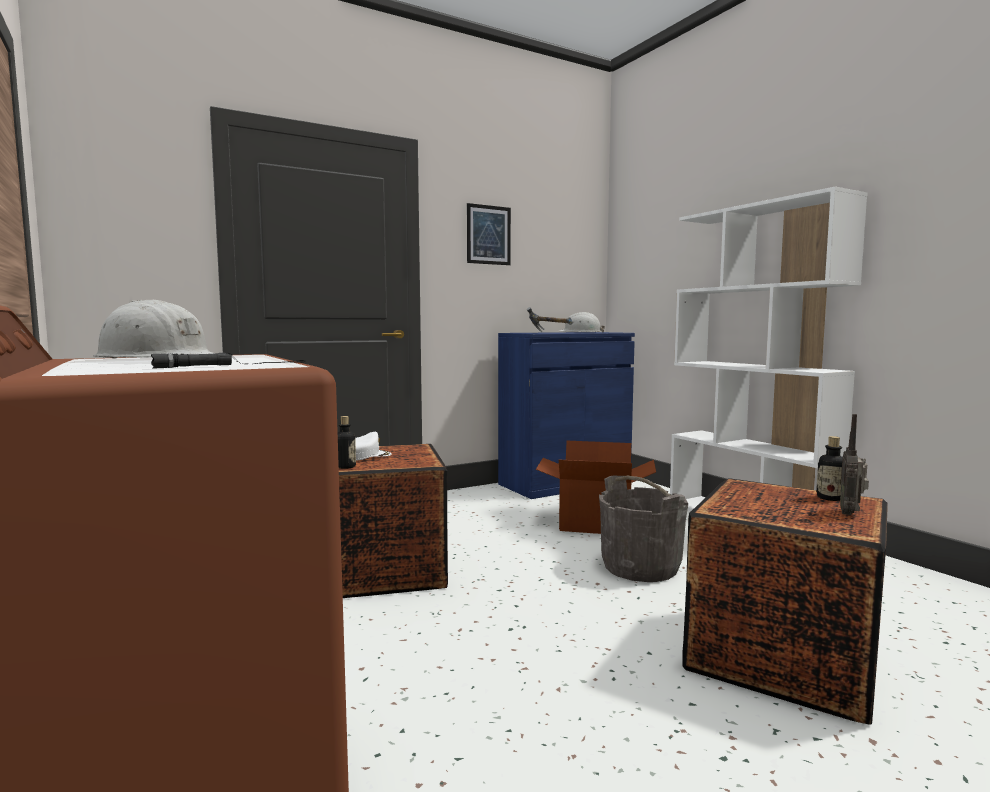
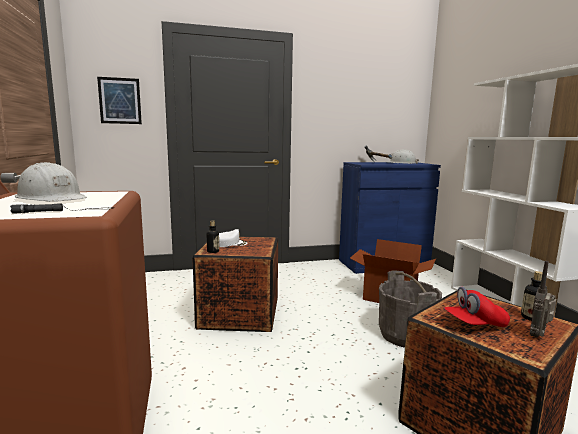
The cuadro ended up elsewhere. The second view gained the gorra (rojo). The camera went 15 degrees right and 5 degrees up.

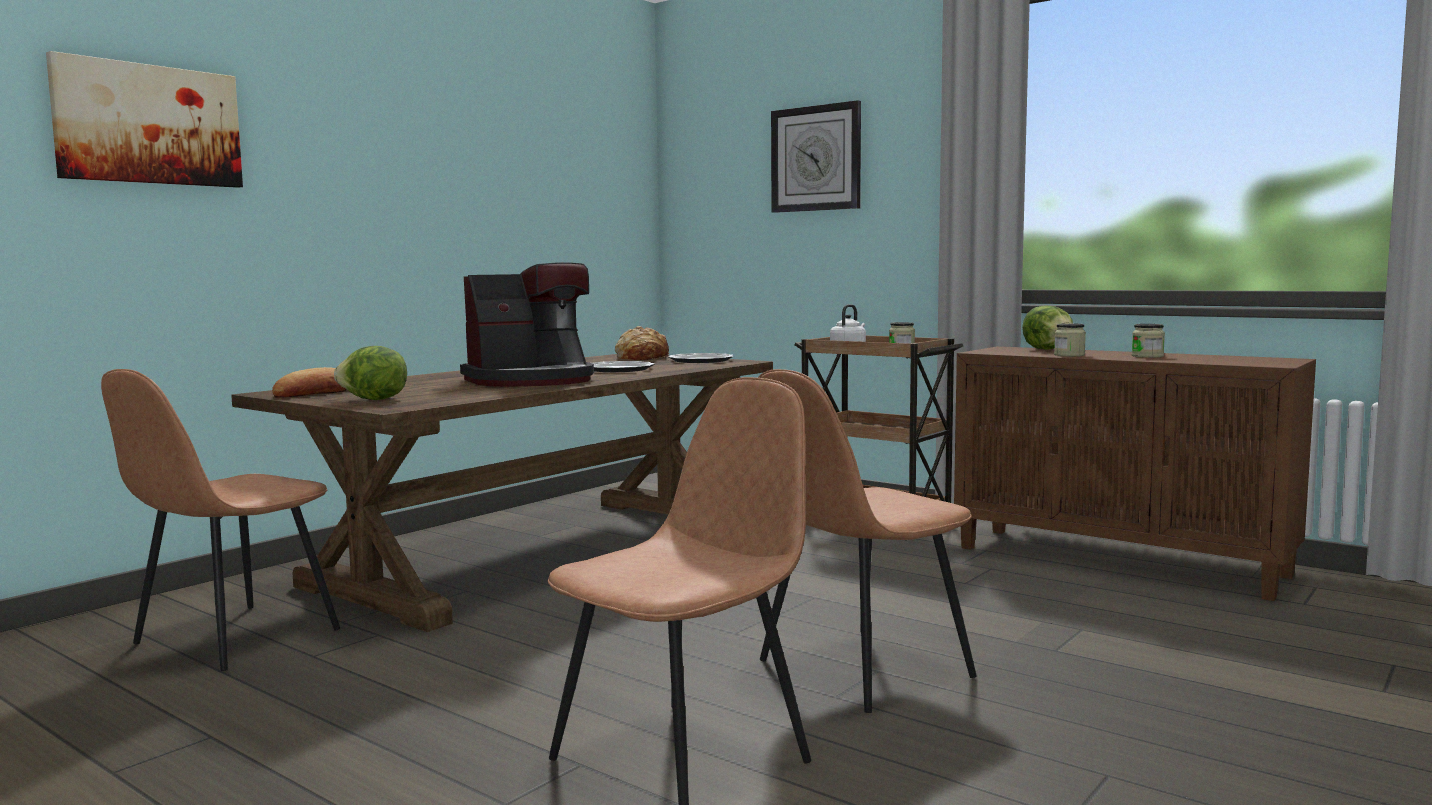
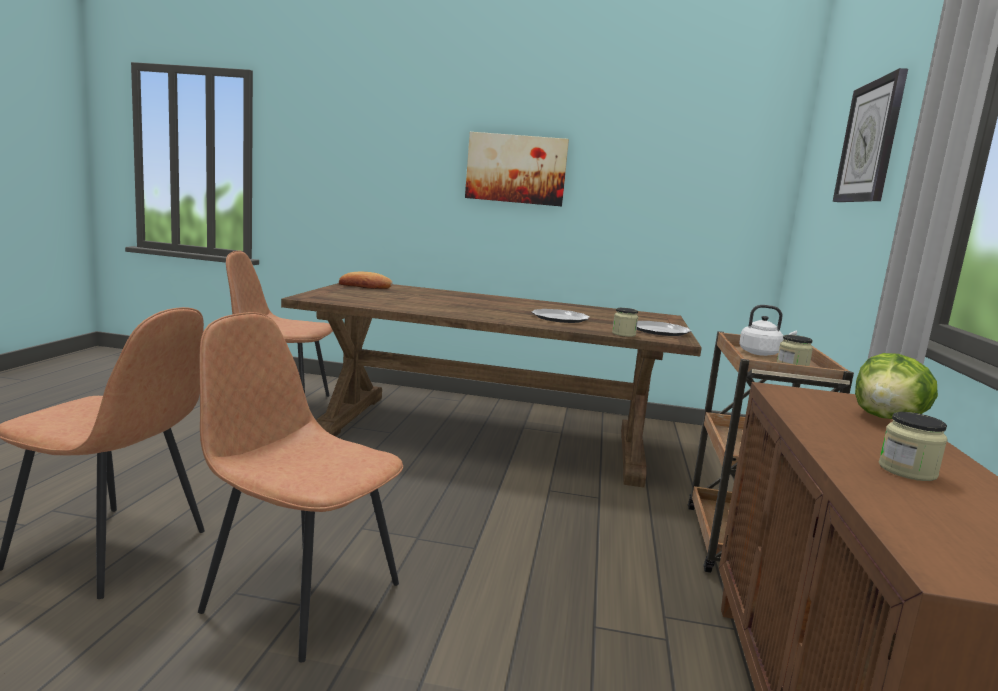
The cuadro ended up elsewhere. The tarro (2nd from left in the first image) ended up elsewhere. The second view lost the lechuga (1st from left). The second view lost the cafetera. The second view lost the pan (2nd from left). The camera went 60 degrees right and 5 degrees up.

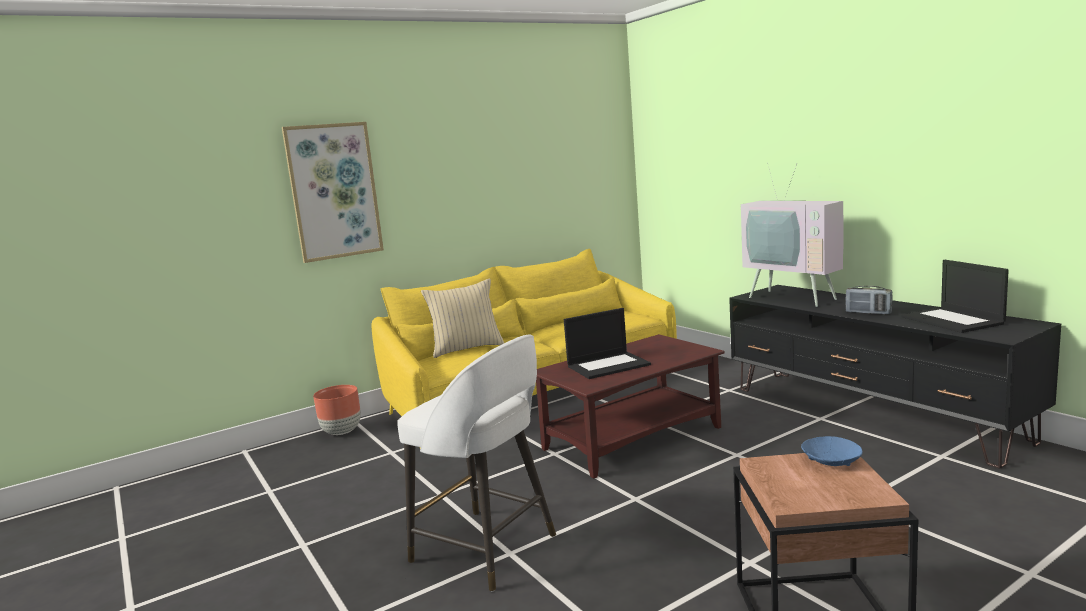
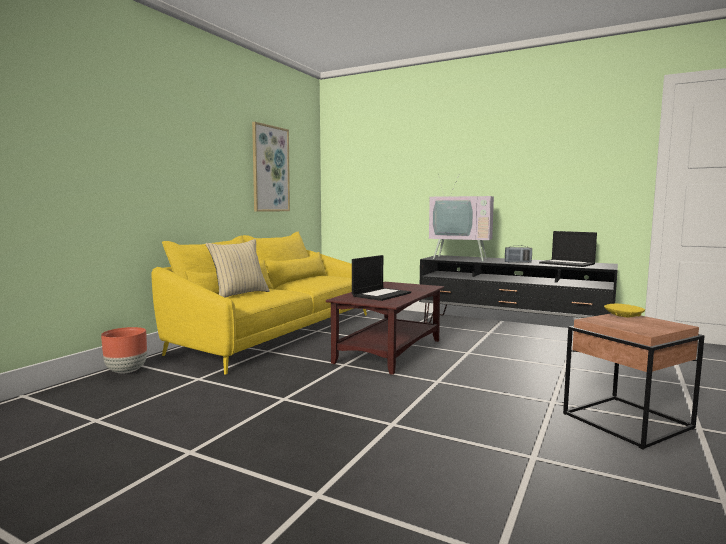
The cuadro ended up elsewhere. What was the cuenco (azul) turned into the cuenco (amarillo). The second view lost the taburete (blanco). The camera went 30 degrees left and 5 degrees down.

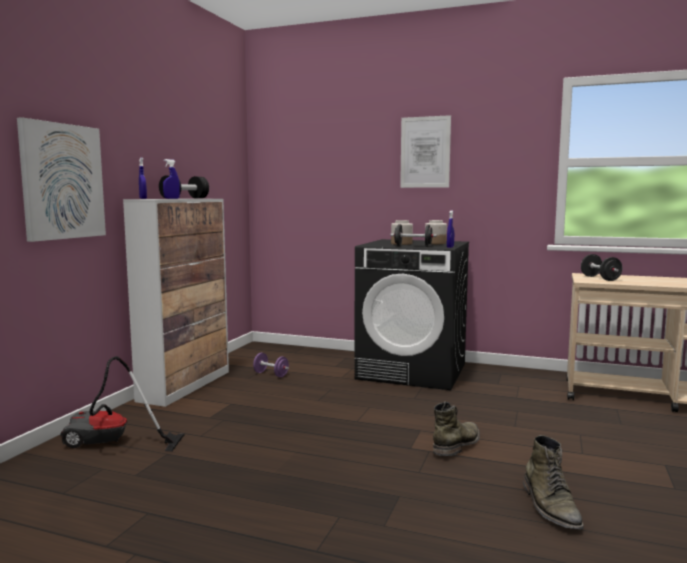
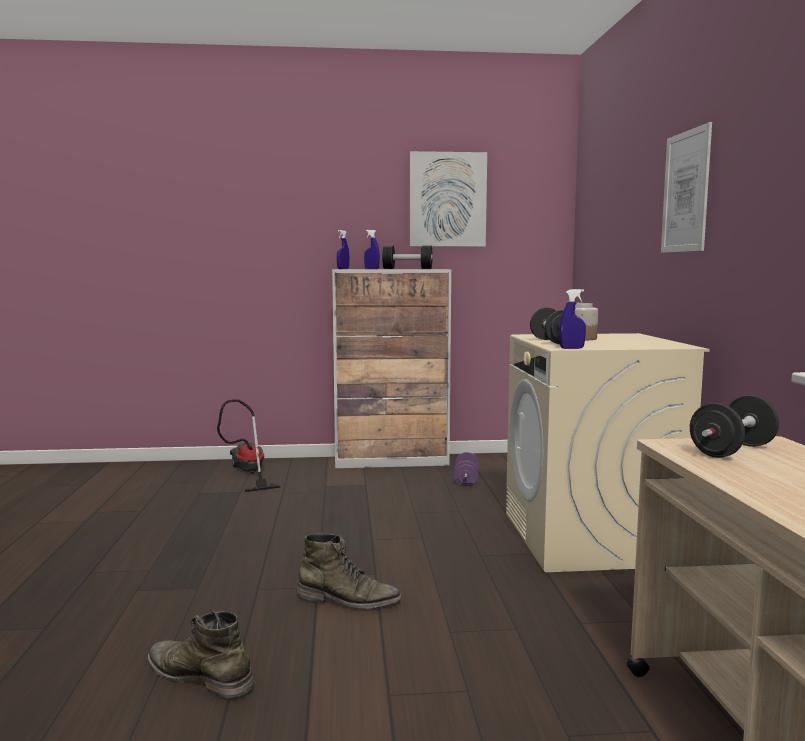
The bota (verde) (2nd from left in the first image) ended up facing another way, 60 degrees clockwise from before. The cuadro (1st from left) ended up elsewhere. What was the lavadora (negro) turned into the lavadora (beis). The second view lost the tarro (2nd from left). The camera went 65 degrees right and 0 degrees up.

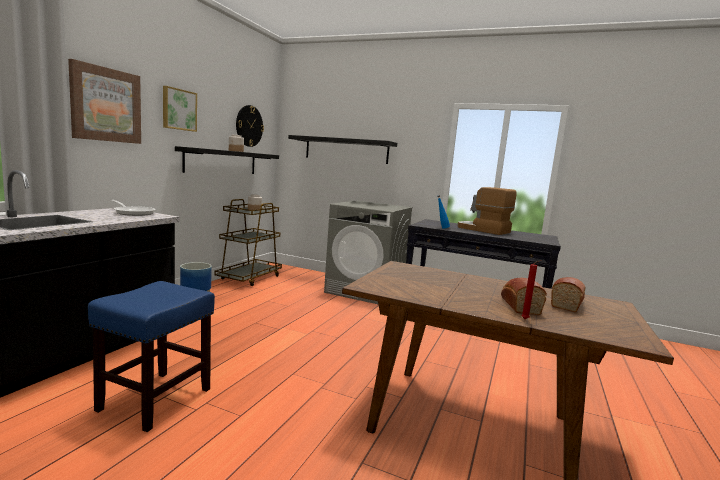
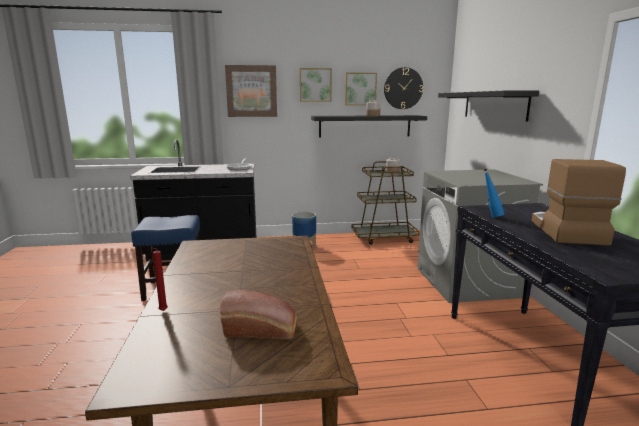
The second view gained the cuadro (3rd from left). The second view lost the pan (1st from left). The camera went 60 degrees right and 5 degrees up.

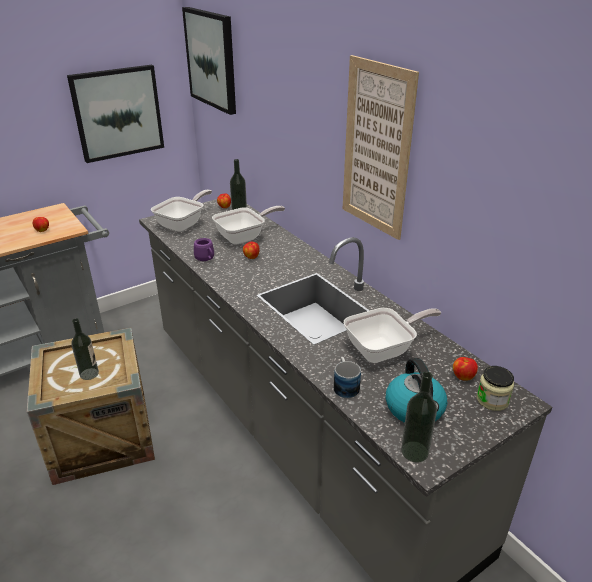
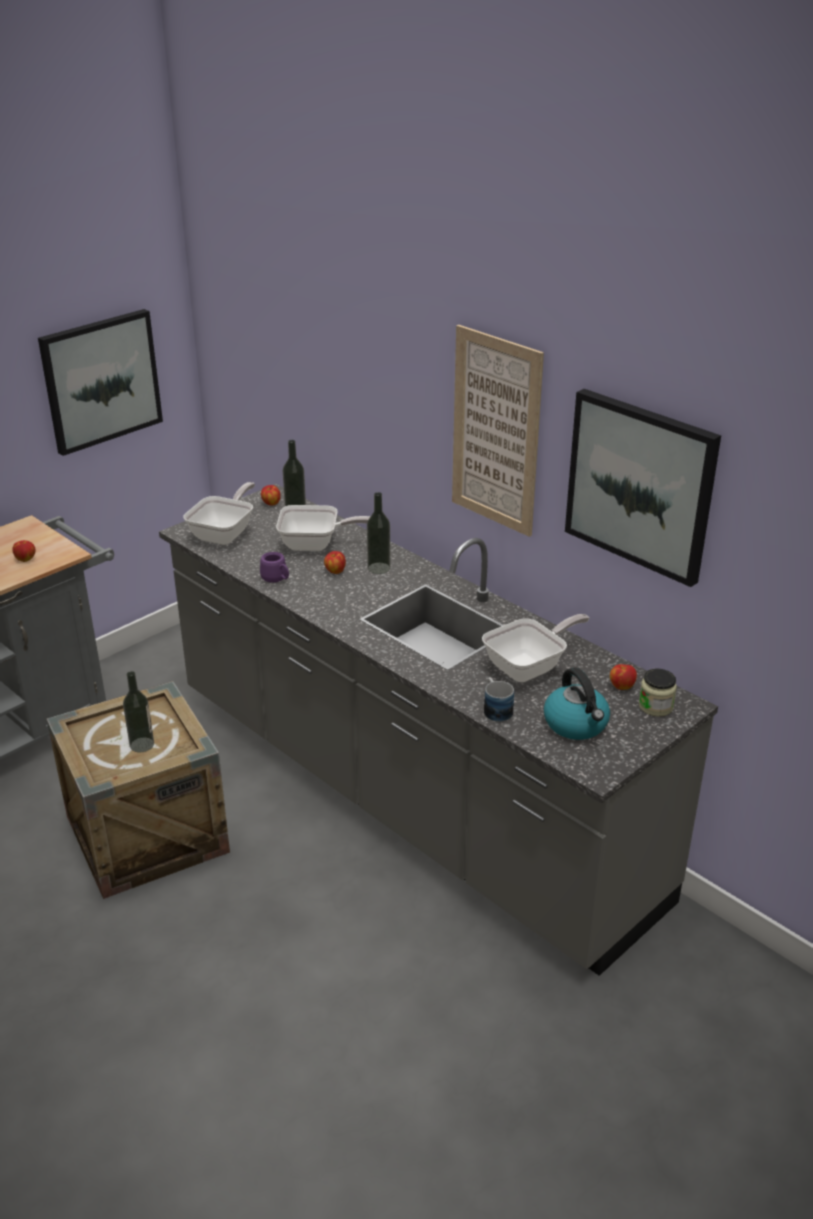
The sartén (2nd from left) ended up facing another way, 45 degrees clockwise from before. The botella (3rd from left) ended up elsewhere. The cuadro (2nd from left in the first image) ended up elsewhere. The camera went 10 degrees left and 0 degrees up.

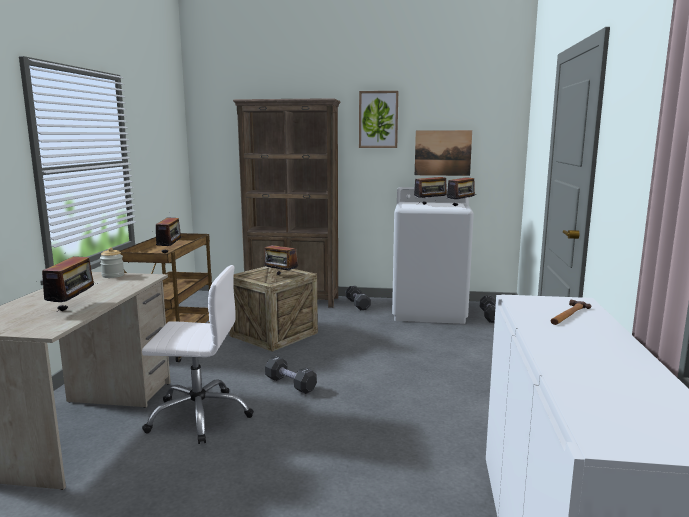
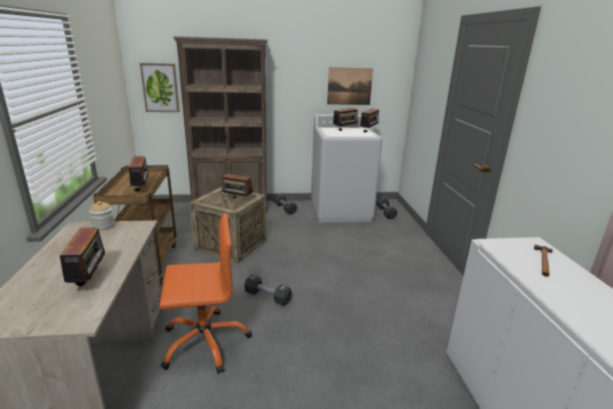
The cuadro (1st from left) ended up elsewhere. What was the silla de oficina (blanco) turned into the silla de oficina (naranja). The camera went 15 degrees left and 10 degrees up.

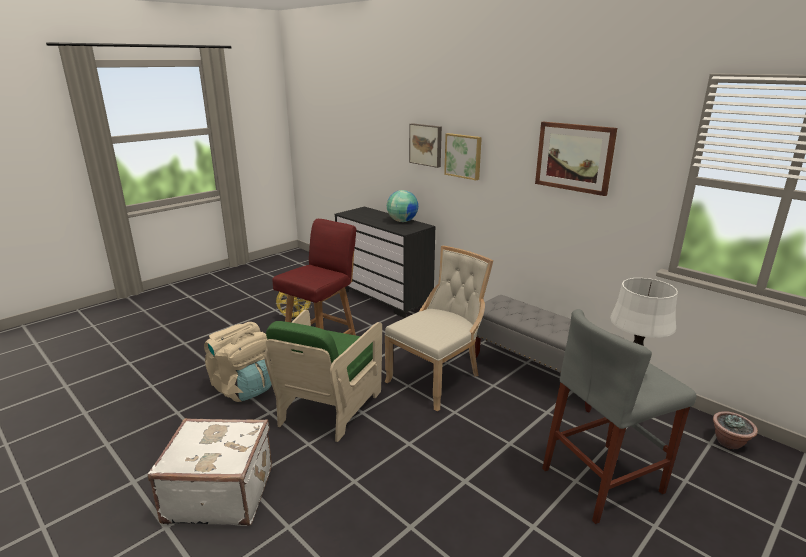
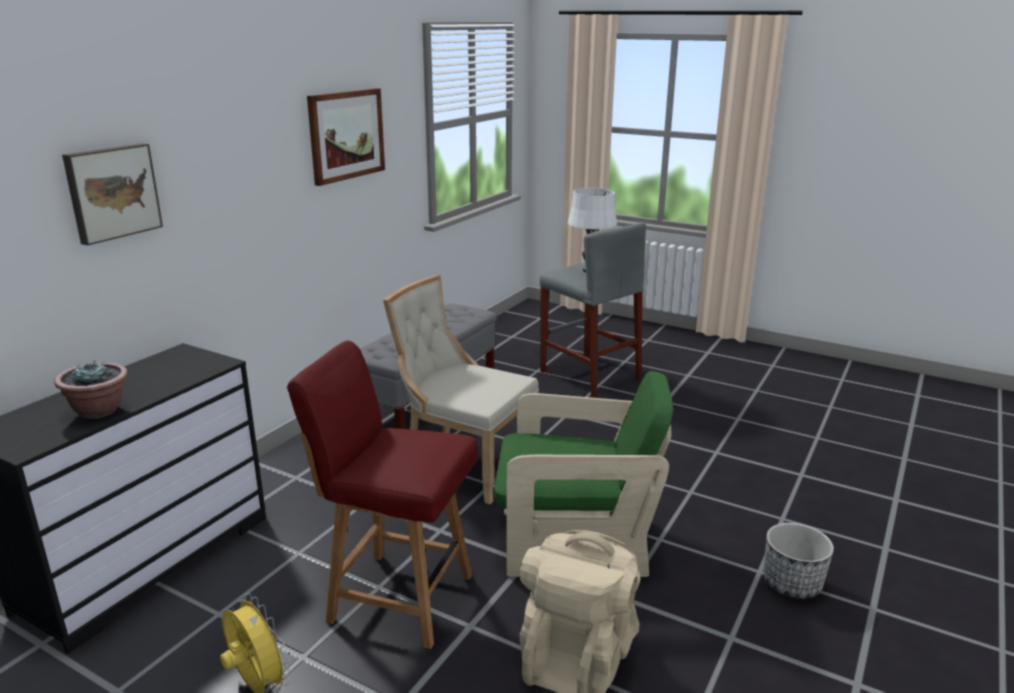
The planta en maceta ended up elsewhere. Where the maleta (blanco) stood, the maceta came to stand. The second view lost the globo terráqueo. The second view lost the cuadro (2nd from left). The camera went 105 degrees left and 0 degrees up.

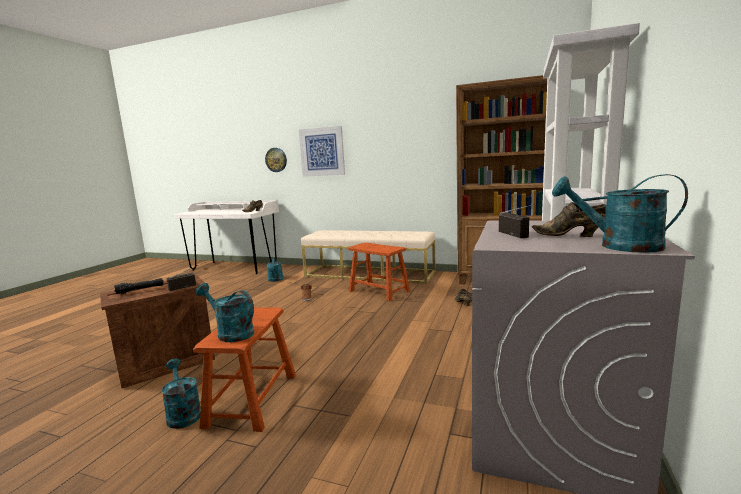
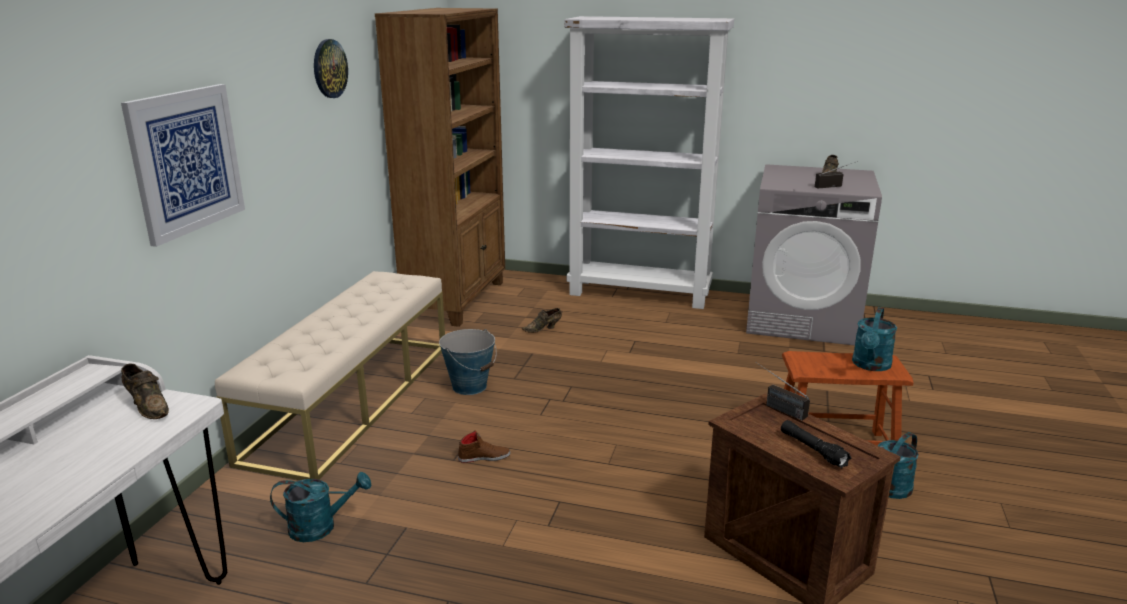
The reloj de pared ended up elsewhere. Where the taburete (marrón) (2nd from left) stood, the cubo came to stand. The second view lost the regadera (turquesa) (4th from left). The camera went 95 degrees left and 10 degrees up.

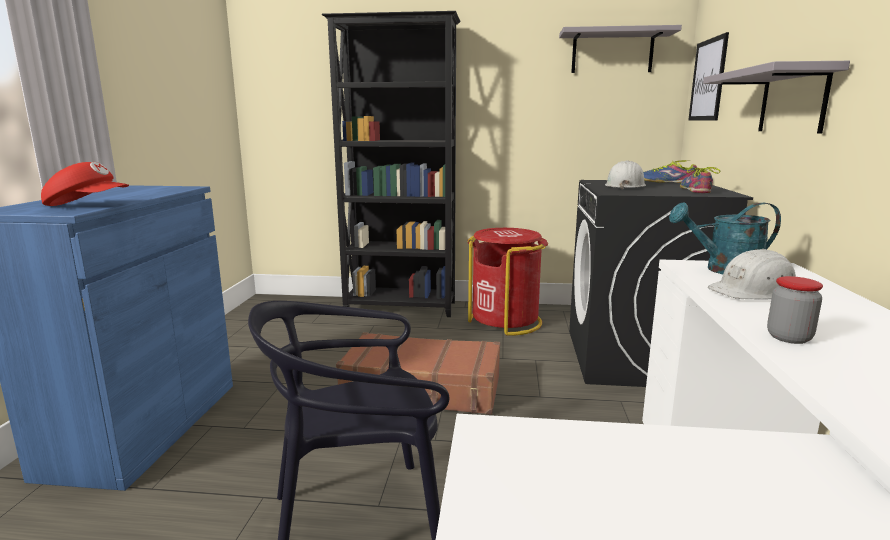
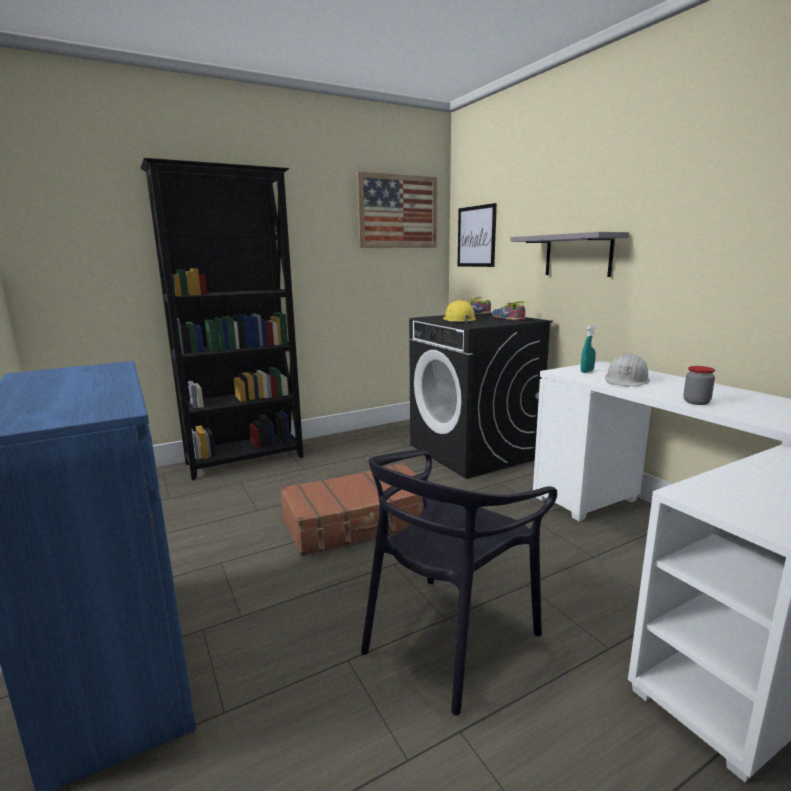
Where the estante (gris) (1st from left) hung, the cuadro (1st from left) came to hang. What was the casco (blanco) (1st from left) turned into the casco (amarillo). Where the regadera (turquesa) stood, the pulverizador (turquesa) came to stand. The second view lost the gorra (rojo). The second view lost the papelera (rojo). The camera went 35 degrees left and 0 degrees up.

